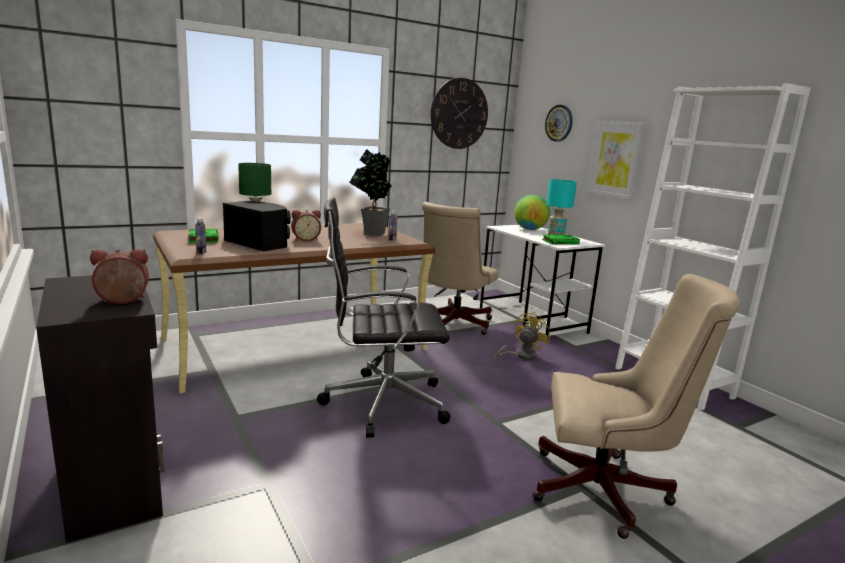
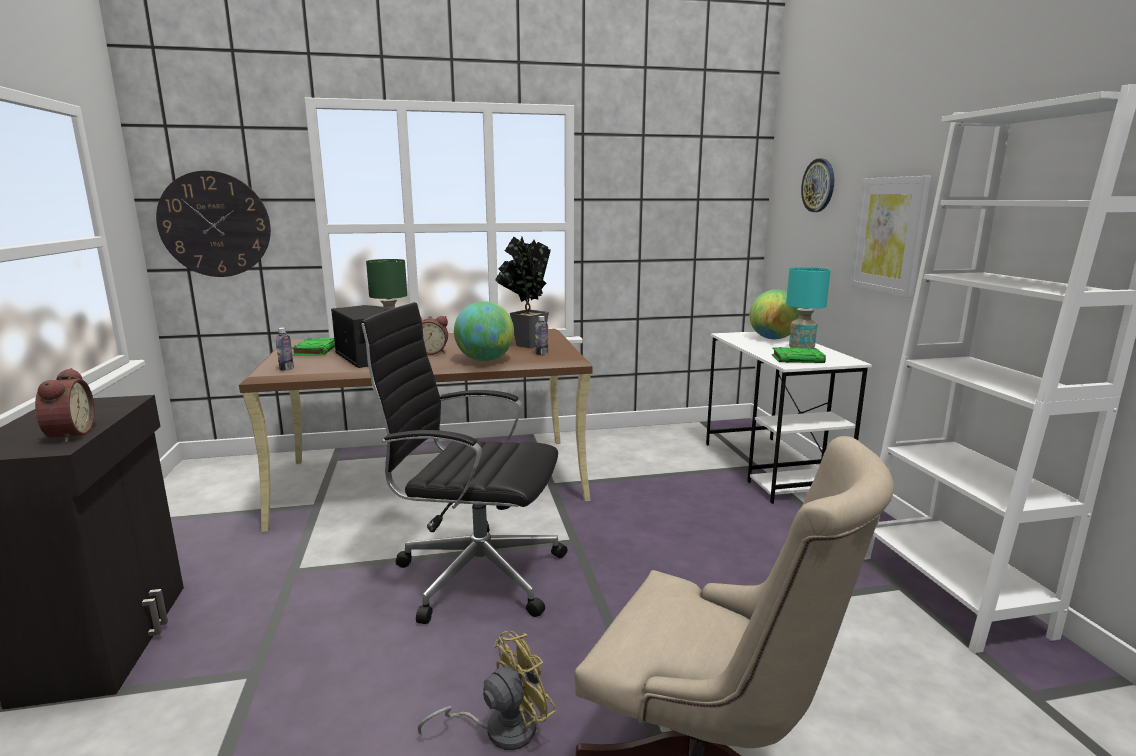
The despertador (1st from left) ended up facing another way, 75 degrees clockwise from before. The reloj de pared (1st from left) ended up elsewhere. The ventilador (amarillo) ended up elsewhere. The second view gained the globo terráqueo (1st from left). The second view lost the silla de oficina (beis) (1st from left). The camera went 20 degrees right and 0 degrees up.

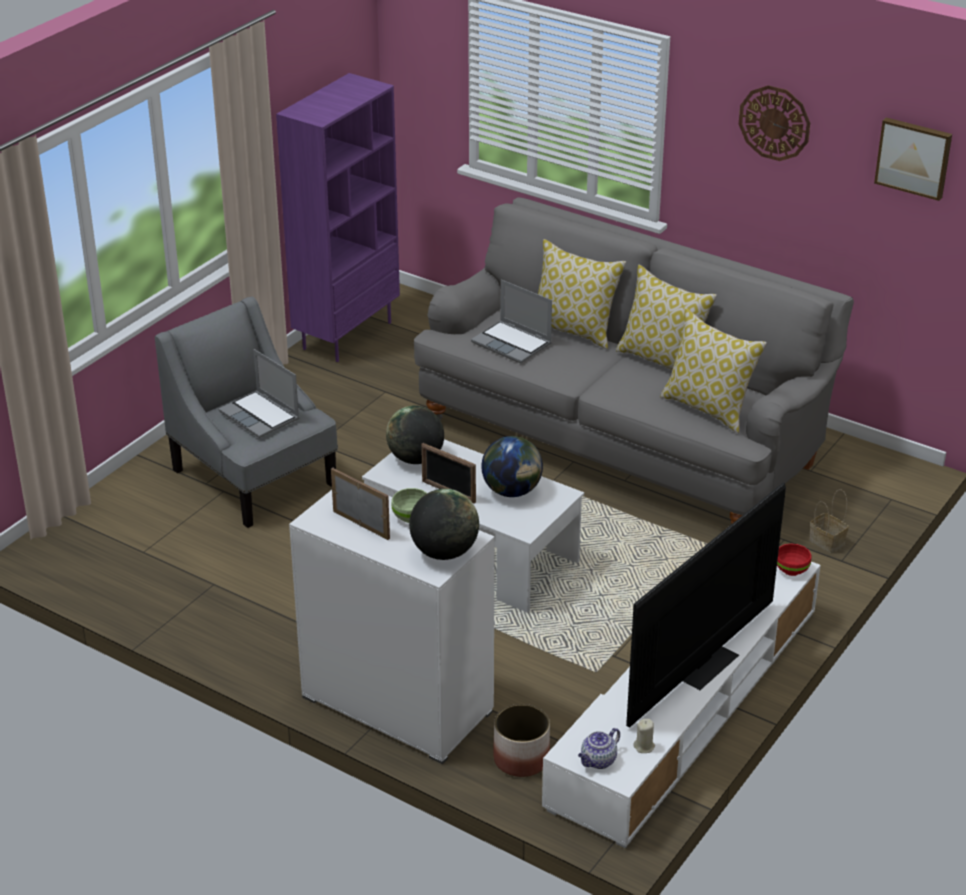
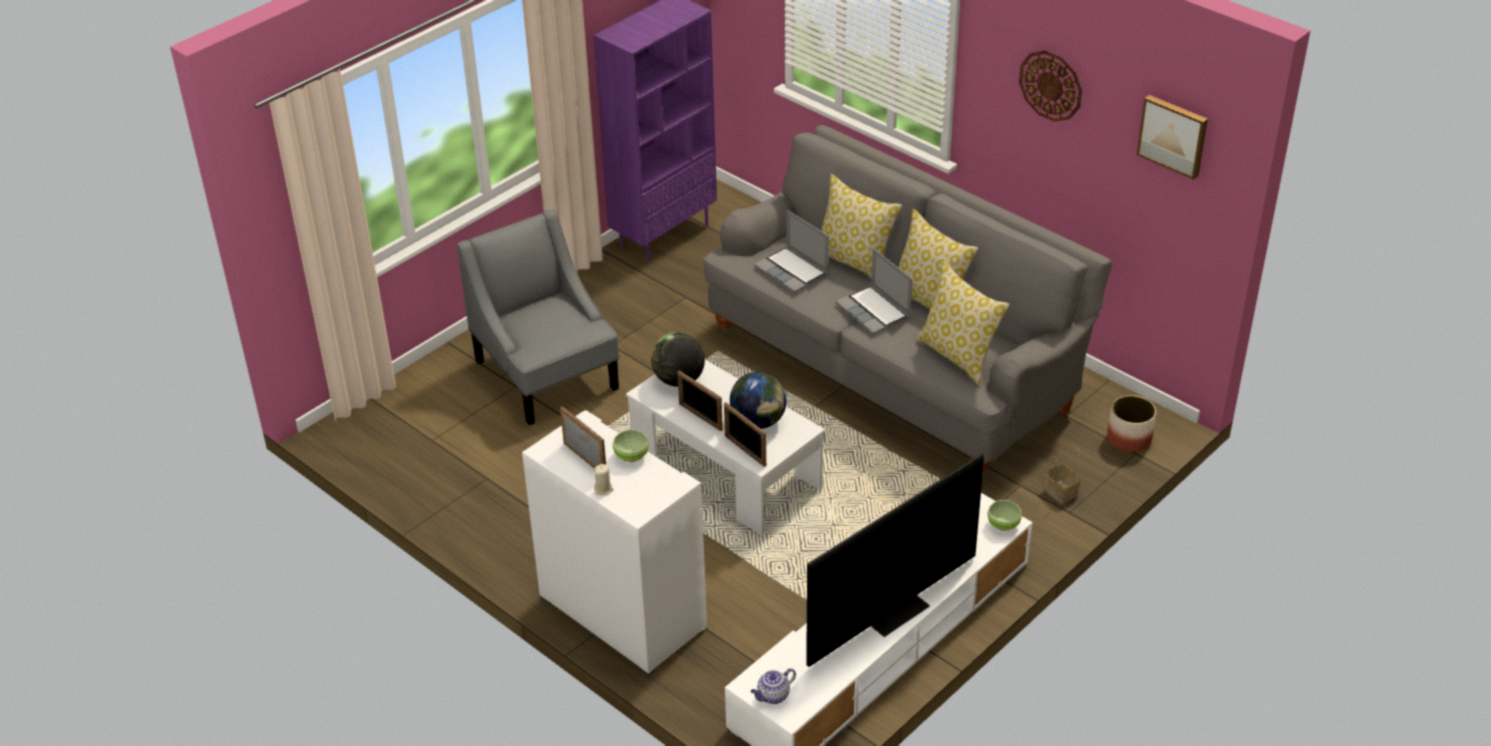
The vela (beis) ended up elsewhere. The second view gained the portarretratos (3rd from left). The portátil (1st from left in the first image) ended up elsewhere. What was the cuenco (rojo) turned into the cuenco (verde) (2nd from left). The maceta ended up elsewhere. The second view lost the globo terráqueo (2nd from left). The camera went 10 degrees right and 5 degrees up.

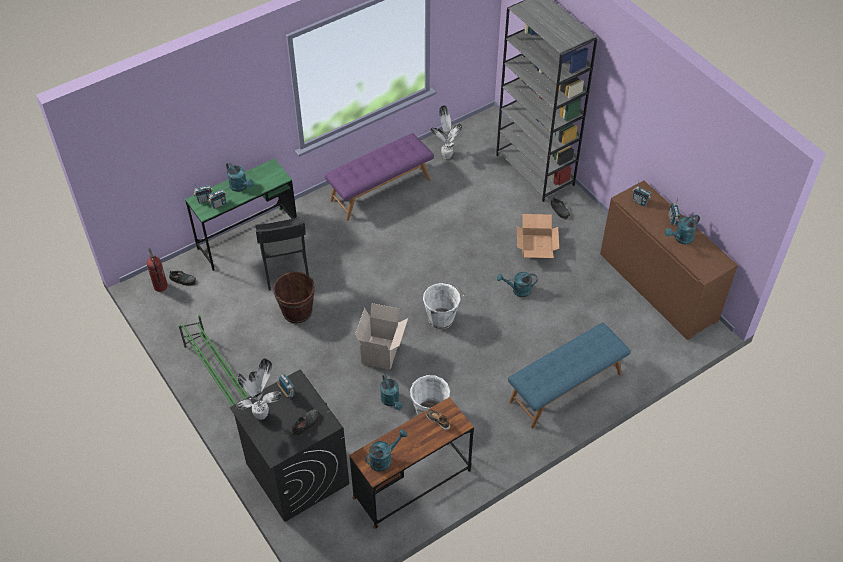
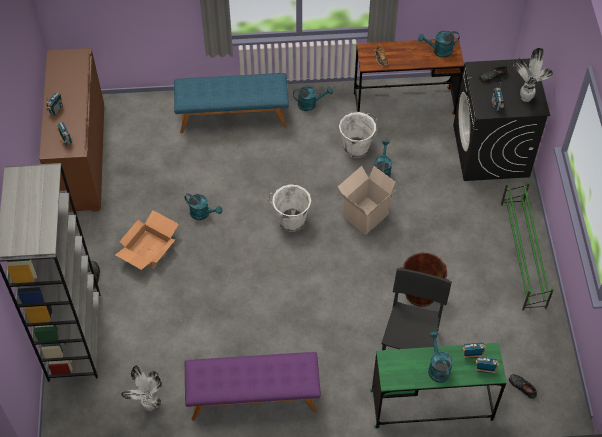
The regadera (turquesa) (5th from left in the first image) ended up elsewhere. The second view lost the extintor. The camera went 150 degrees left and 5 degrees up.

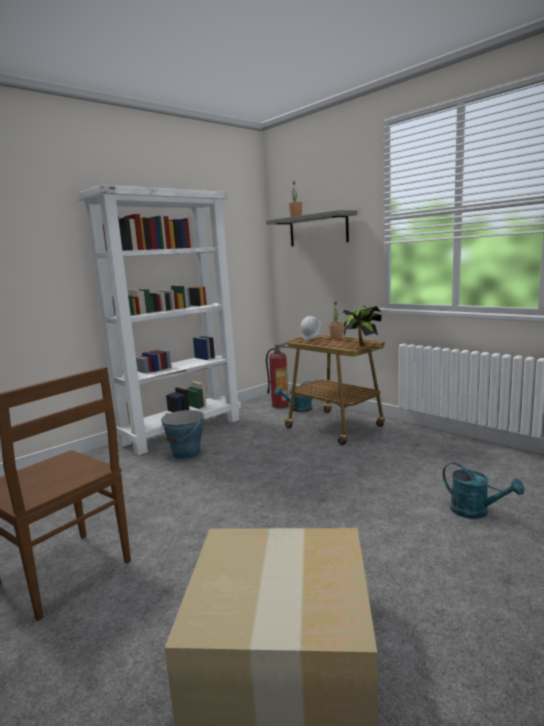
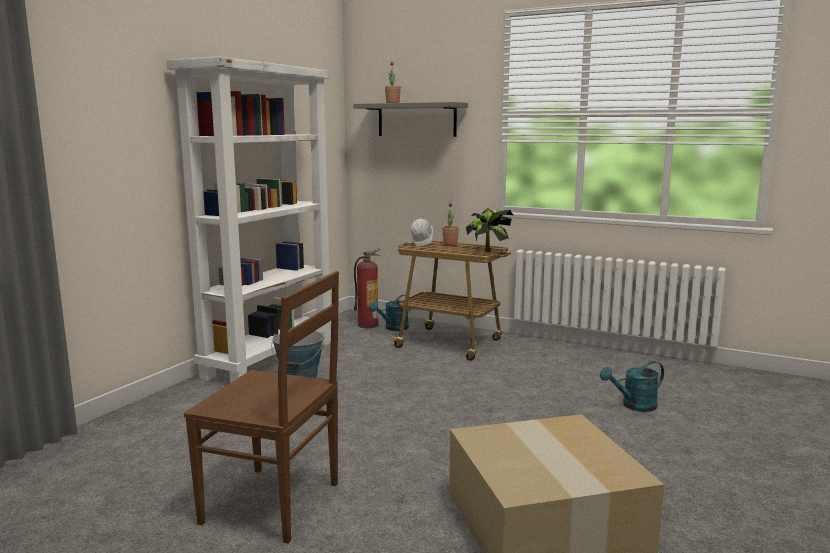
The regadera (turquesa) (2nd from left) ended up facing another way, 135 degrees clockwise from before. The camera went 20 degrees left and 0 degrees up.

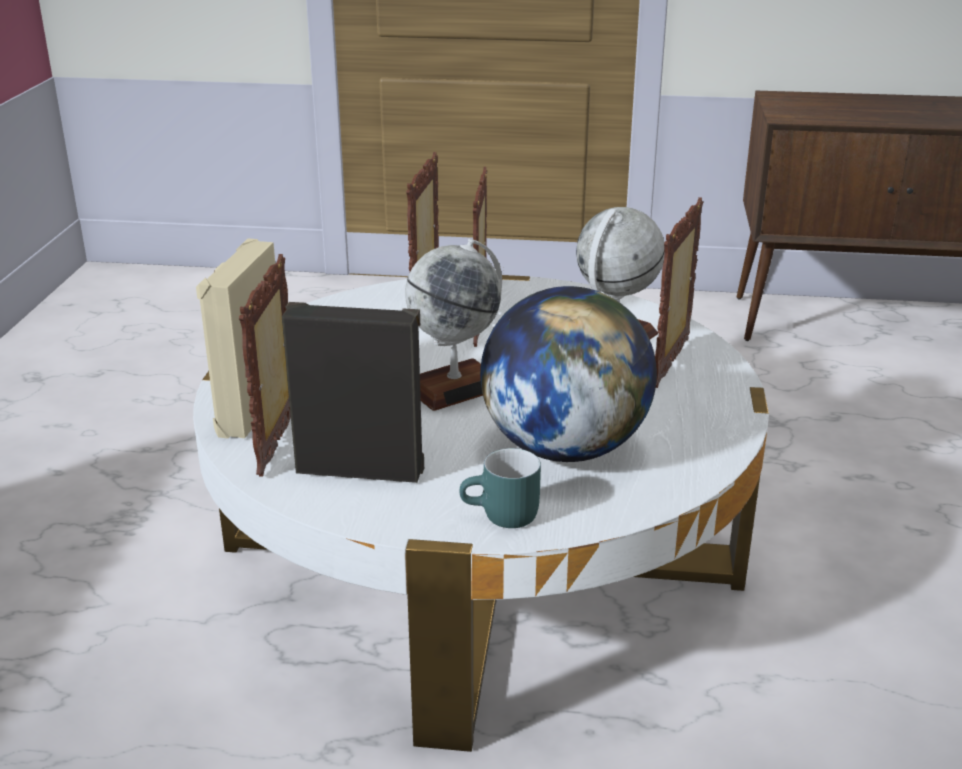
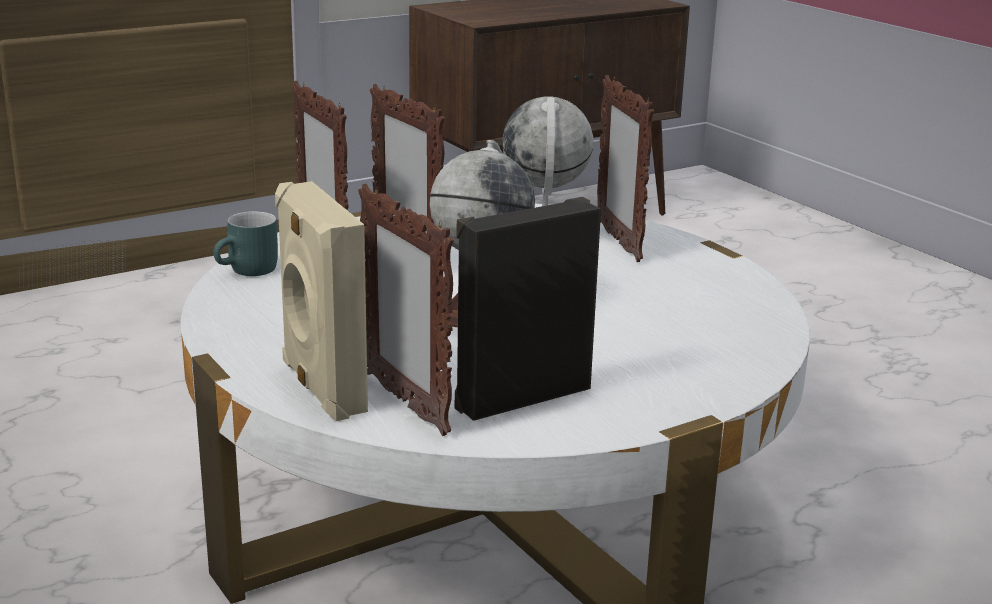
The taza grande (turquesa) ended up elsewhere. The second view lost the globo terráqueo (2nd from left). The camera went 40 degrees left and 5 degrees down.

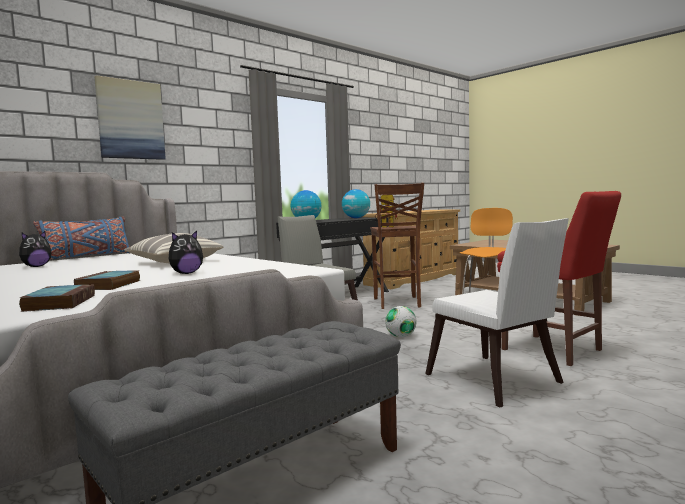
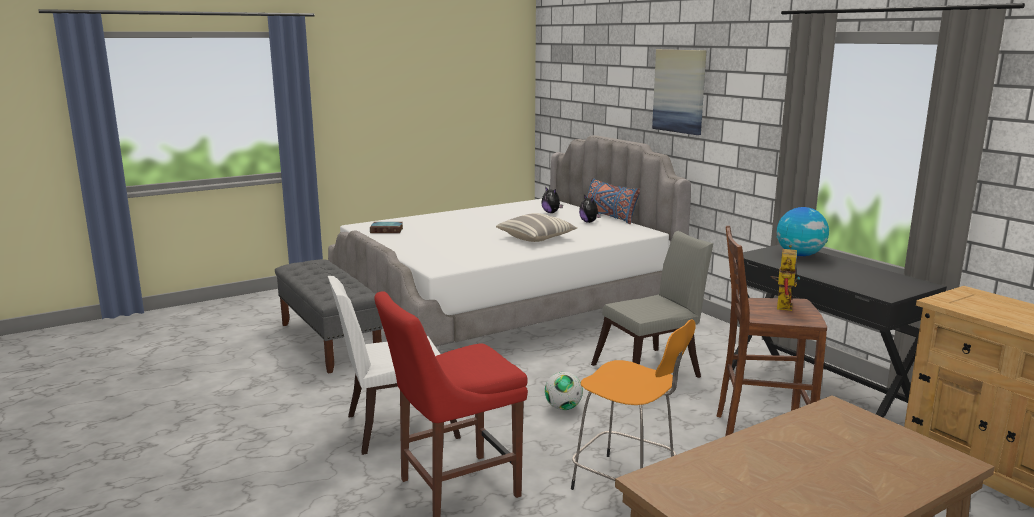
The peluche (2nd from left) ended up elsewhere. The second view lost the libro (2nd from left). The second view lost the globo terráqueo (2nd from left). The camera went 100 degrees right and 10 degrees up.

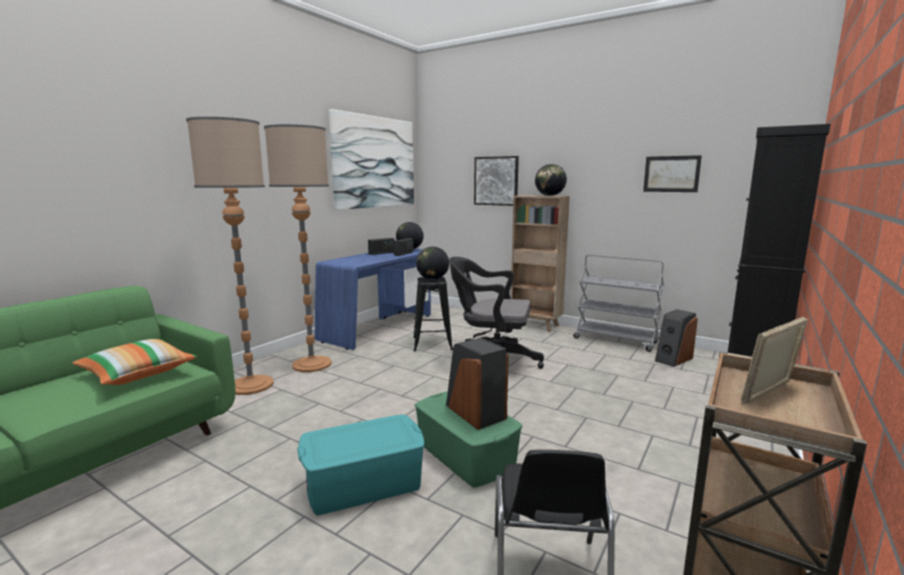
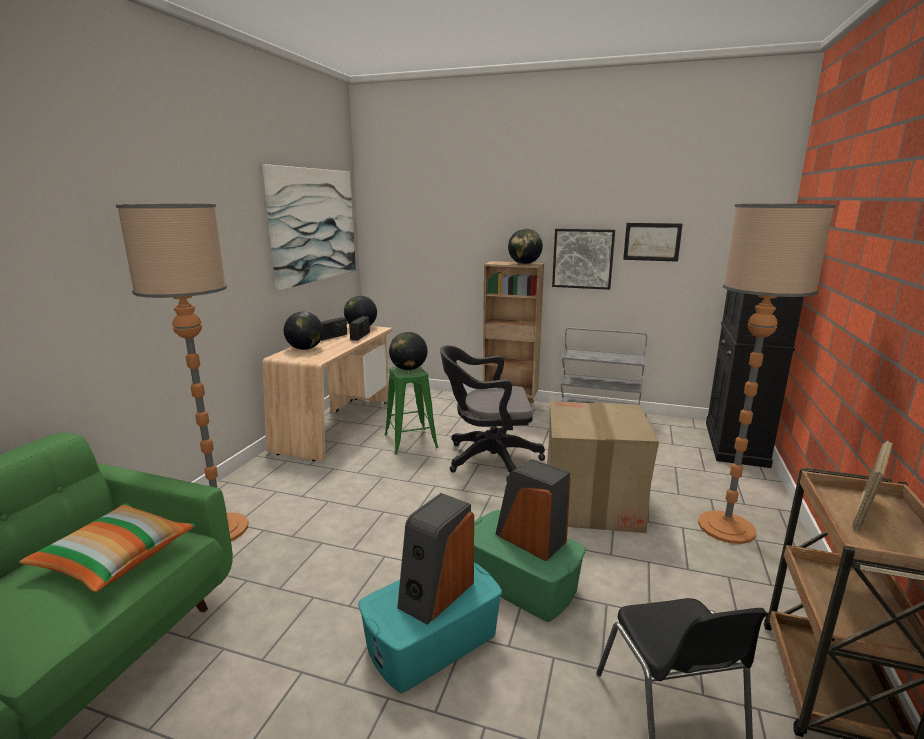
What was the escritorio (azul) turned into the escritorio (beis). The second view gained the globo terráqueo (1st from left). What was the taburete (negro) turned into the taburete (verde). The altavoz (2nd from left in the first image) ended up elsewhere. The second view gained the caja de cartón. The cuadro (2nd from left) ended up elsewhere. The lámpara de pie (2nd from left) ended up elsewhere. The camera went 15 degrees left and 5 degrees up.

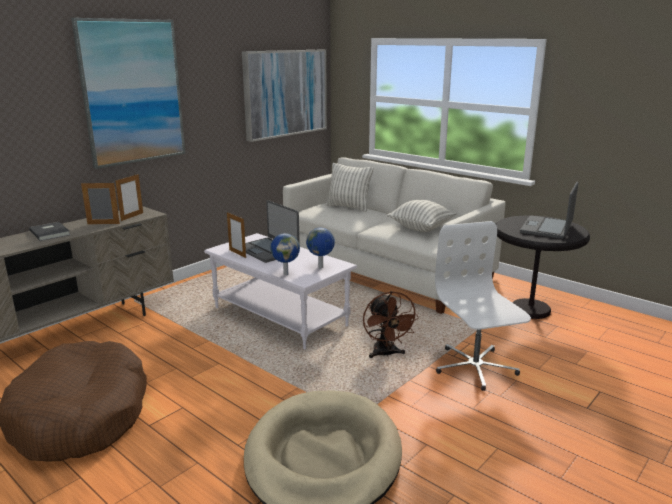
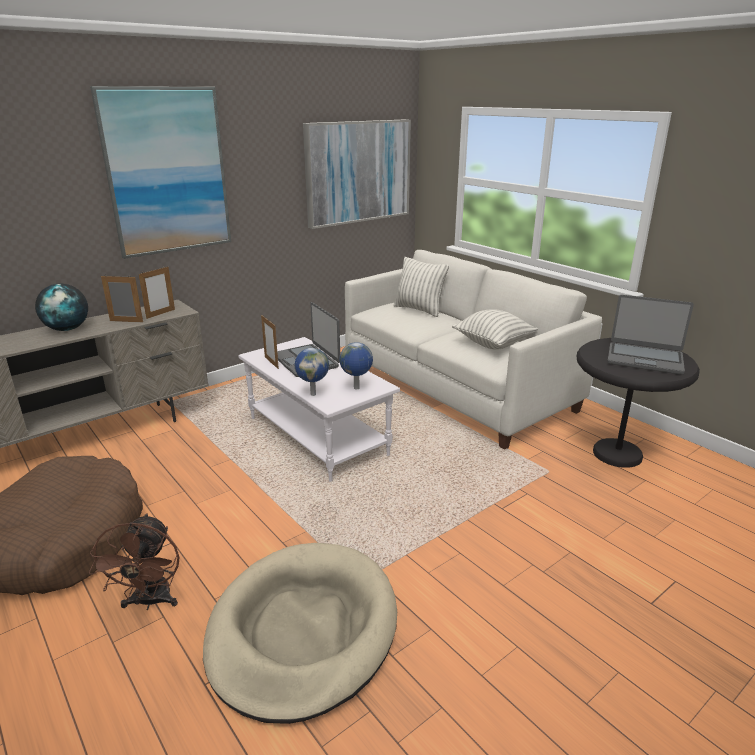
Where the libro (gris) stood, the globo terráqueo (1st from left) came to stand. The ventilador (marrón) ended up elsewhere. The portátil (2nd from left) ended up facing another way, 105 degrees counterclockwise from before. The second view lost the silla de oficina (blanco). The camera went 10 degrees right and 5 degrees up.

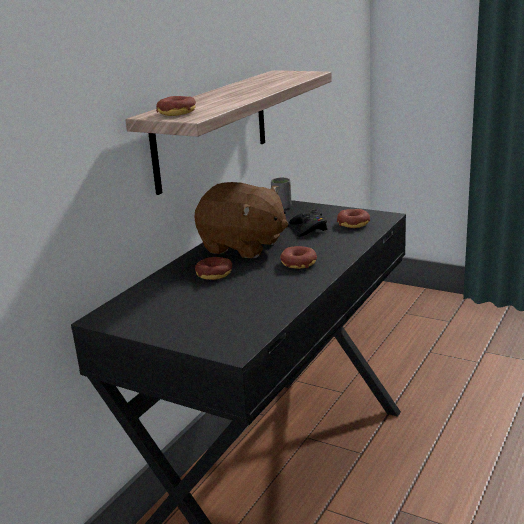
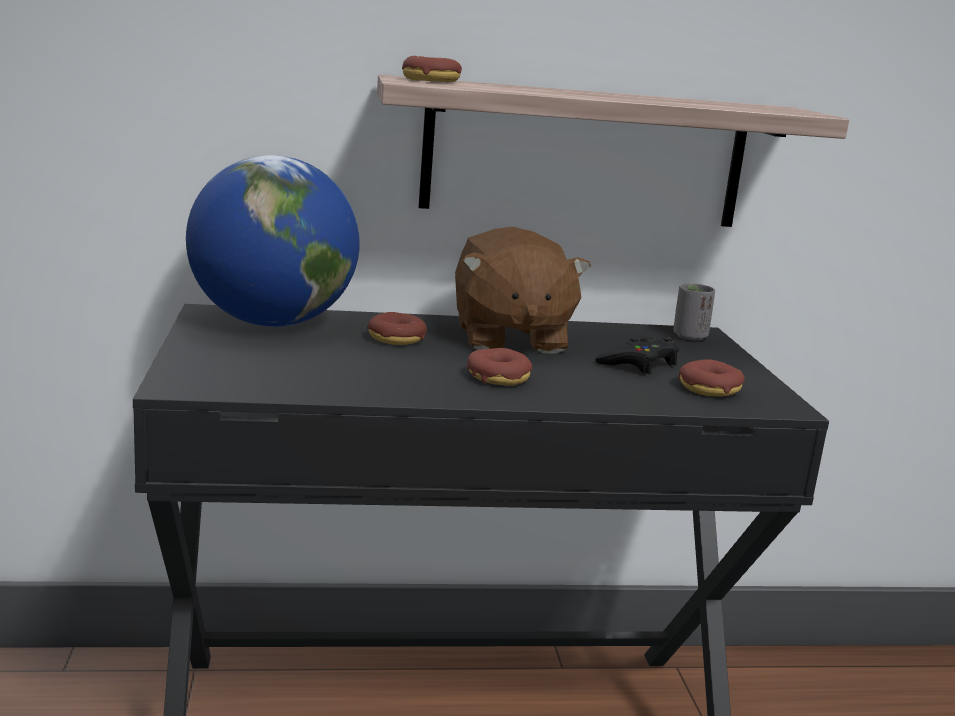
The second view gained the globo terráqueo. The camera went 50 degrees right and 5 degrees down.

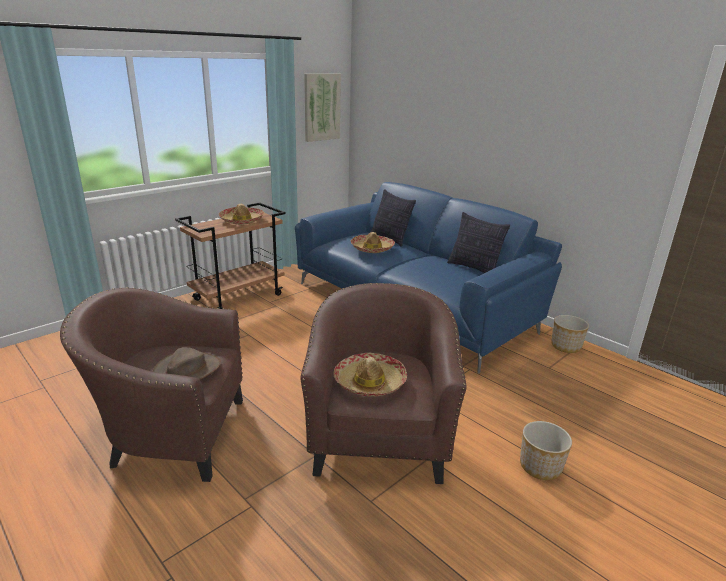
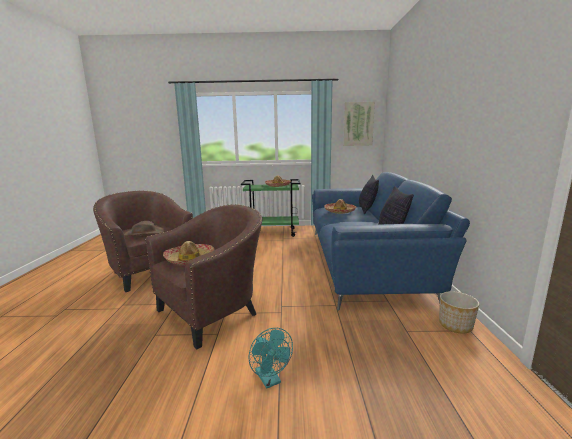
What was the carrito (marrón) turned into the carrito (verde). Where the maceta (1st from left) stood, the ventilador (turquesa) came to stand. The camera went 45 degrees right and 10 degrees down.

